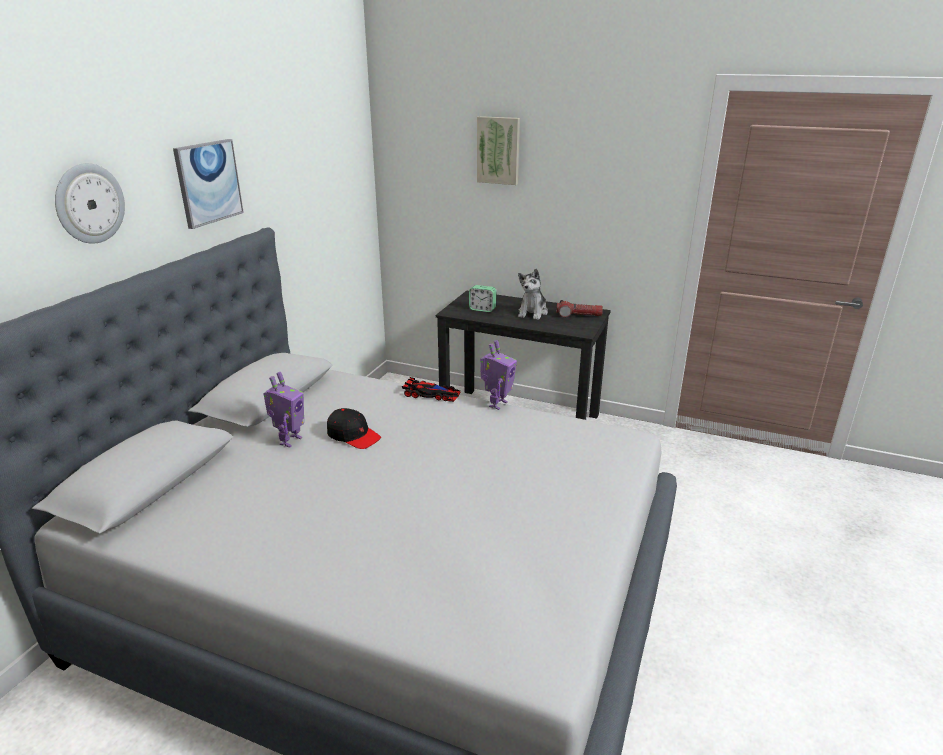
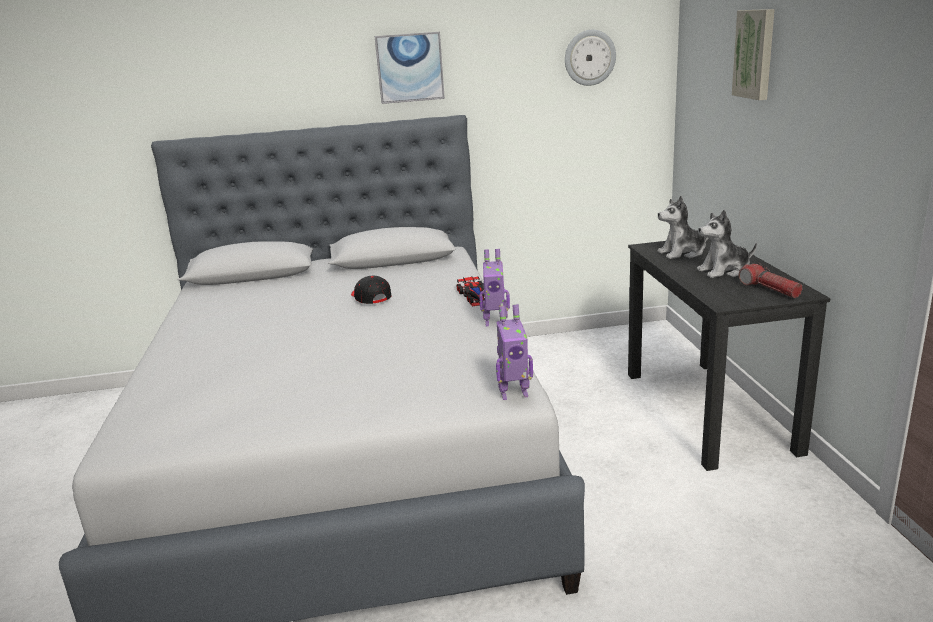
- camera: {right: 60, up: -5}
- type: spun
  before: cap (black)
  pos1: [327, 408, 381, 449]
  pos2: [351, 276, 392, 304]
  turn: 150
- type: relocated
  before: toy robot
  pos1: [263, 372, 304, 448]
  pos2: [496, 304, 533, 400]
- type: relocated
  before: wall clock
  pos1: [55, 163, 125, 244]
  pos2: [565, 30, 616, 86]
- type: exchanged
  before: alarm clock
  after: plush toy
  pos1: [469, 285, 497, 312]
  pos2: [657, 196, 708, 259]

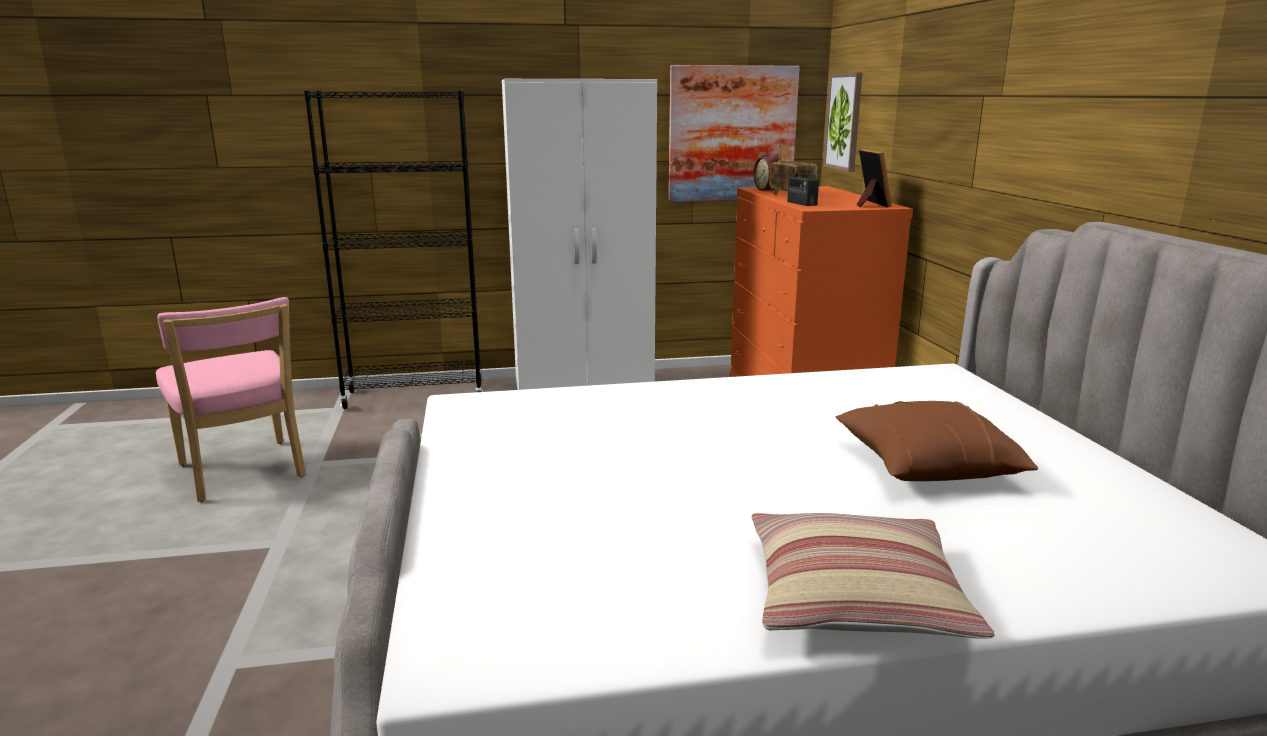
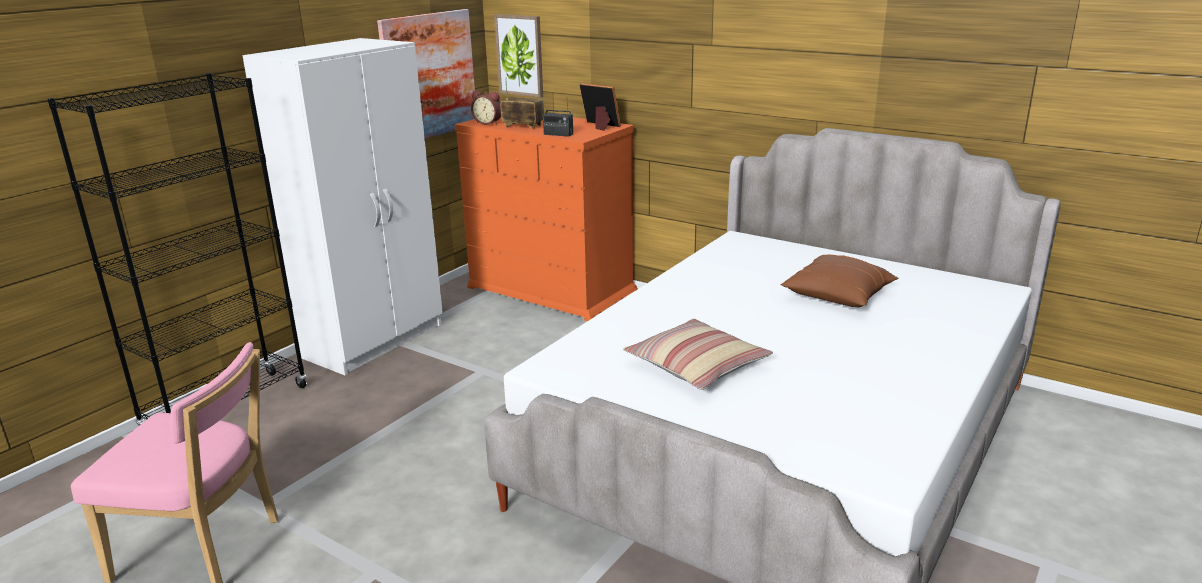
- camera: {right: -45, up: 5}
- type: relocated
  before: pillow
  pos1: [751, 513, 995, 639]
  pos2: [623, 319, 773, 390]

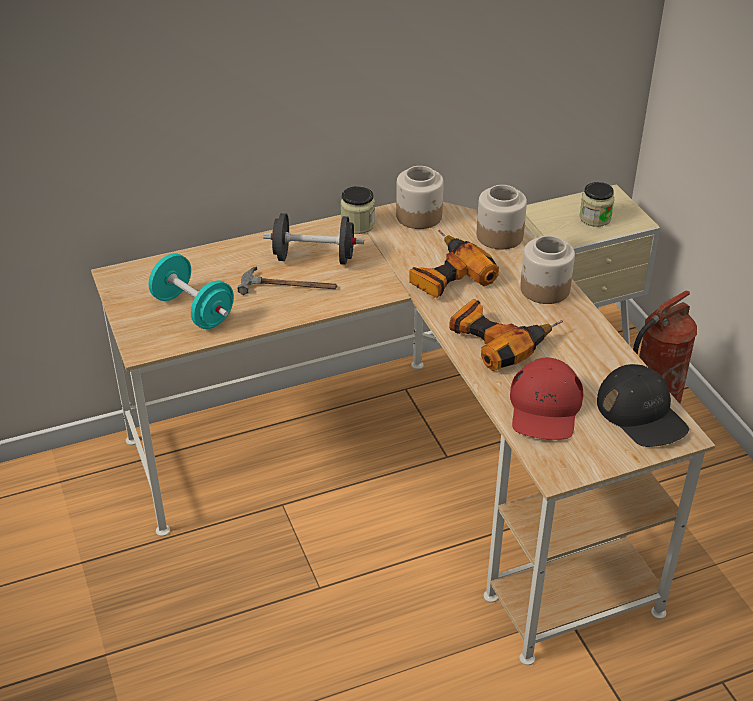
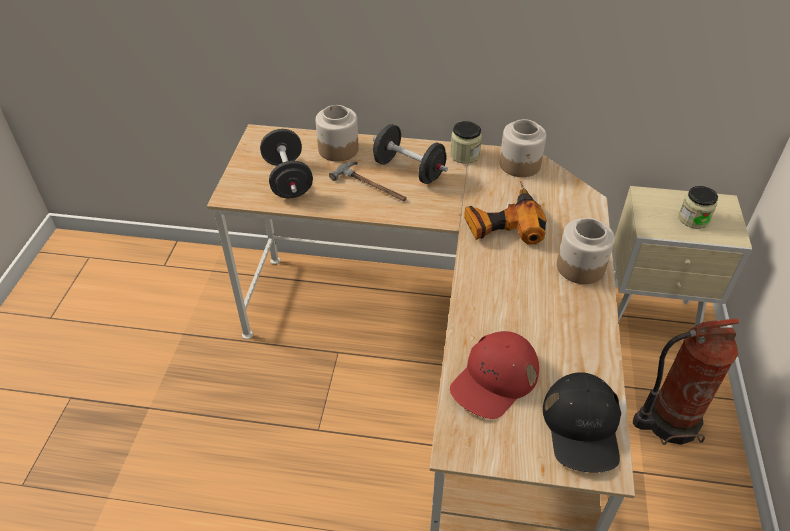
- camera: {right: 30, up: 5}
- type: colour
  before: dumbbell (turquoise)
  after: dumbbell (black)
  pos1: [149, 253, 234, 329]
  pos2: [260, 129, 313, 198]
- type: relocated
  before: jar
  pos1: [476, 185, 527, 250]
  pos2: [316, 105, 359, 162]
- type: missing
  before: power drill
  pos1: [449, 299, 563, 371]

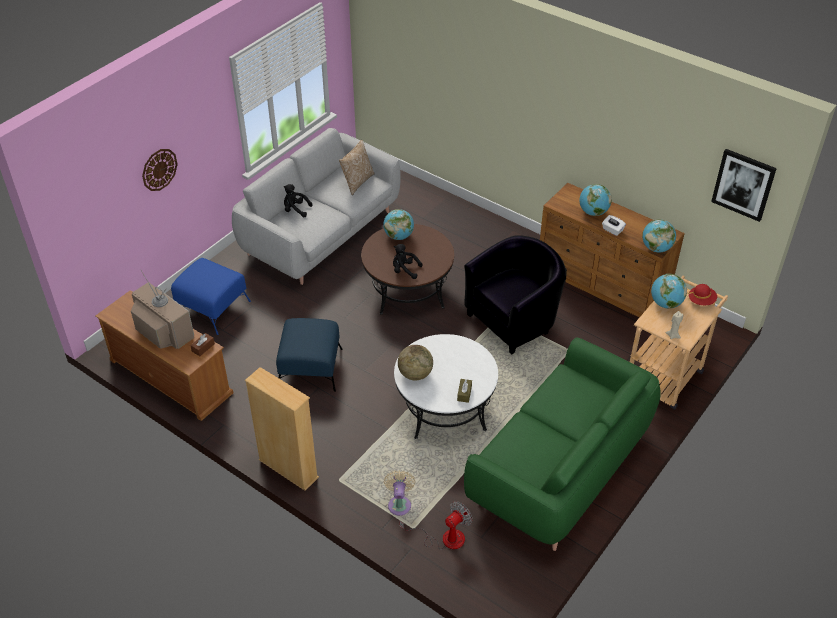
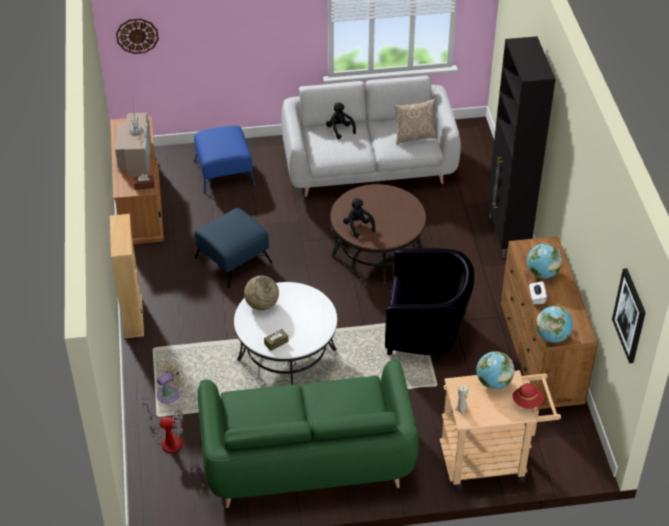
- camera: {right: 45, up: 0}
- type: relocated
  before: wall clock
  pos1: [142, 149, 178, 191]
  pos2: [116, 18, 159, 54]
- type: appeared
  after: cabinet (black)
  pos2: [487, 36, 556, 258]
- type: missing
  before: globe
  pos1: [383, 209, 414, 240]

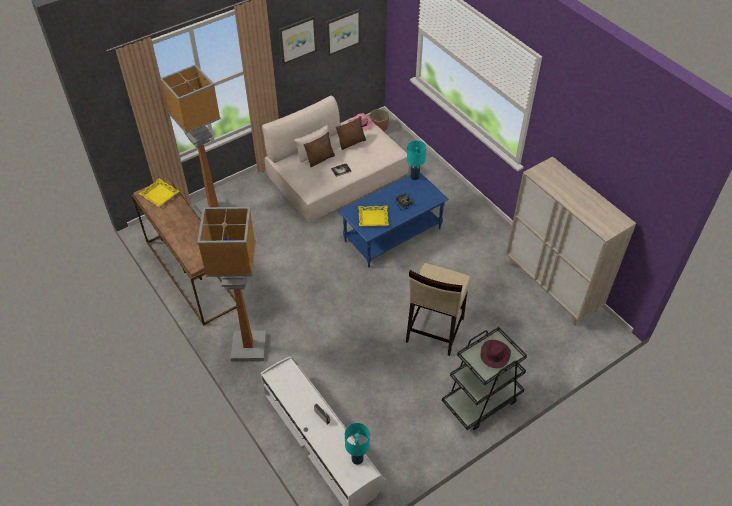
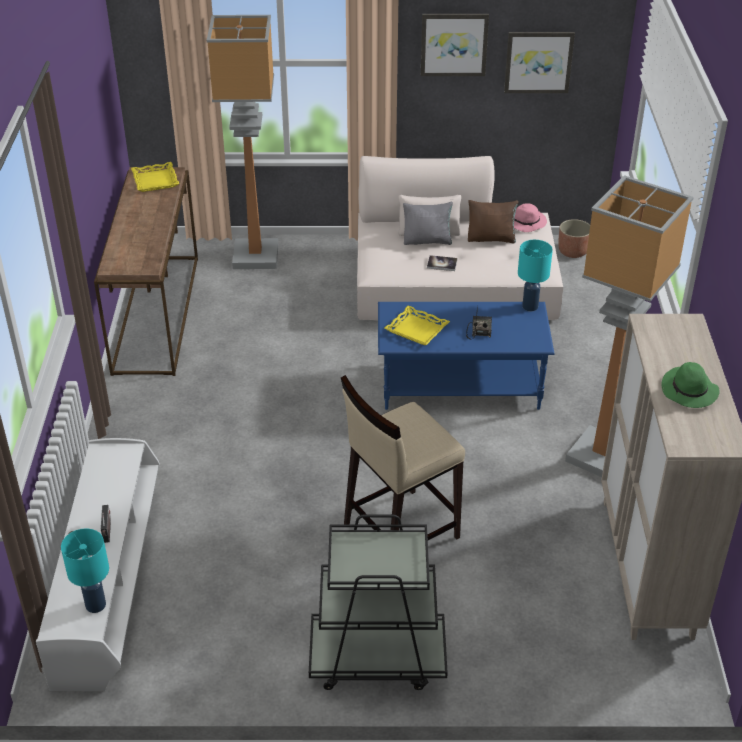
- camera: {right: 35, up: -10}
- type: colour
  before: pillow (brown)
  after: pillow (grey)
  pos1: [304, 132, 335, 167]
  pos2: [403, 202, 453, 245]
- type: relocated
  before: floor lamp
  pos1: [197, 207, 266, 362]
  pos2: [565, 175, 694, 477]
- type: appeared
  after: hat (green)
  pos2: [661, 362, 720, 408]
- type: missing
  before: hat (purple)
  pos1: [480, 340, 511, 368]

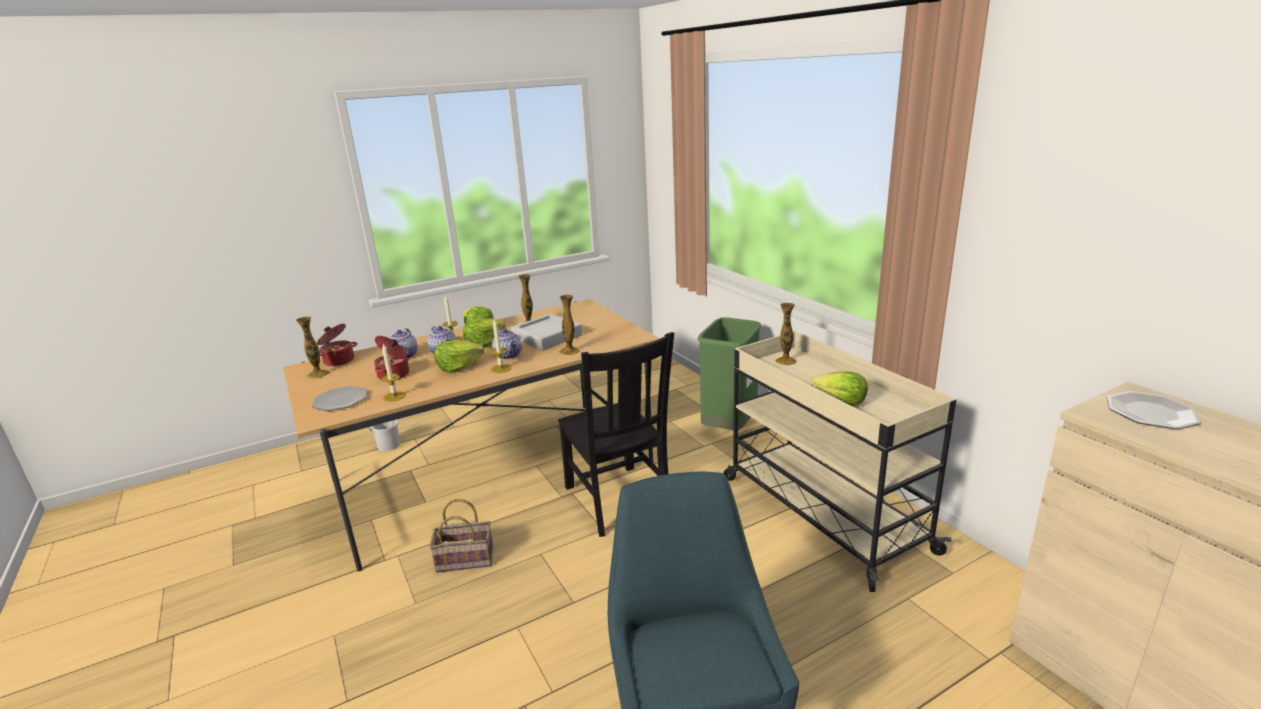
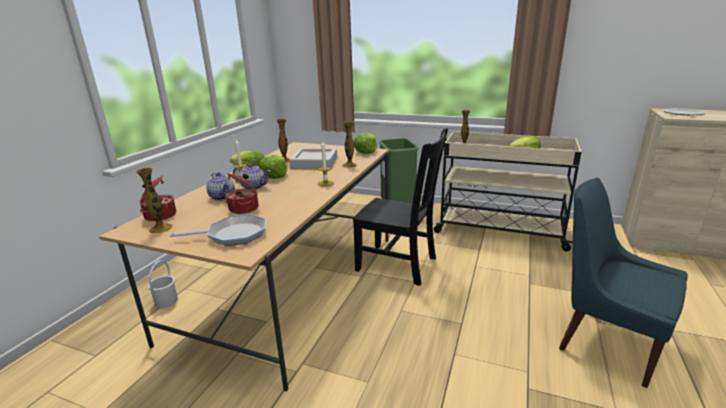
- camera: {right: -40, up: 0}
- type: exchanged
  before: plate
  after: frying pan
  pos1: [312, 386, 367, 411]
  pos2: [170, 214, 266, 246]
- type: relocated
  before: lettuce
  pos1: [434, 340, 484, 373]
  pos2: [354, 133, 377, 154]
- type: missing
  before: candle
  pos1: [381, 344, 406, 402]
- type: missing
  before: basket
  pos1: [429, 499, 493, 572]
- type: missing
  before: teapot
  pos1: [492, 329, 522, 360]

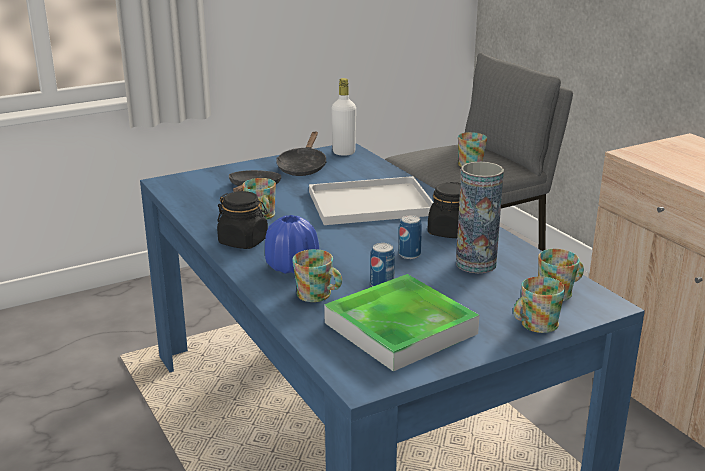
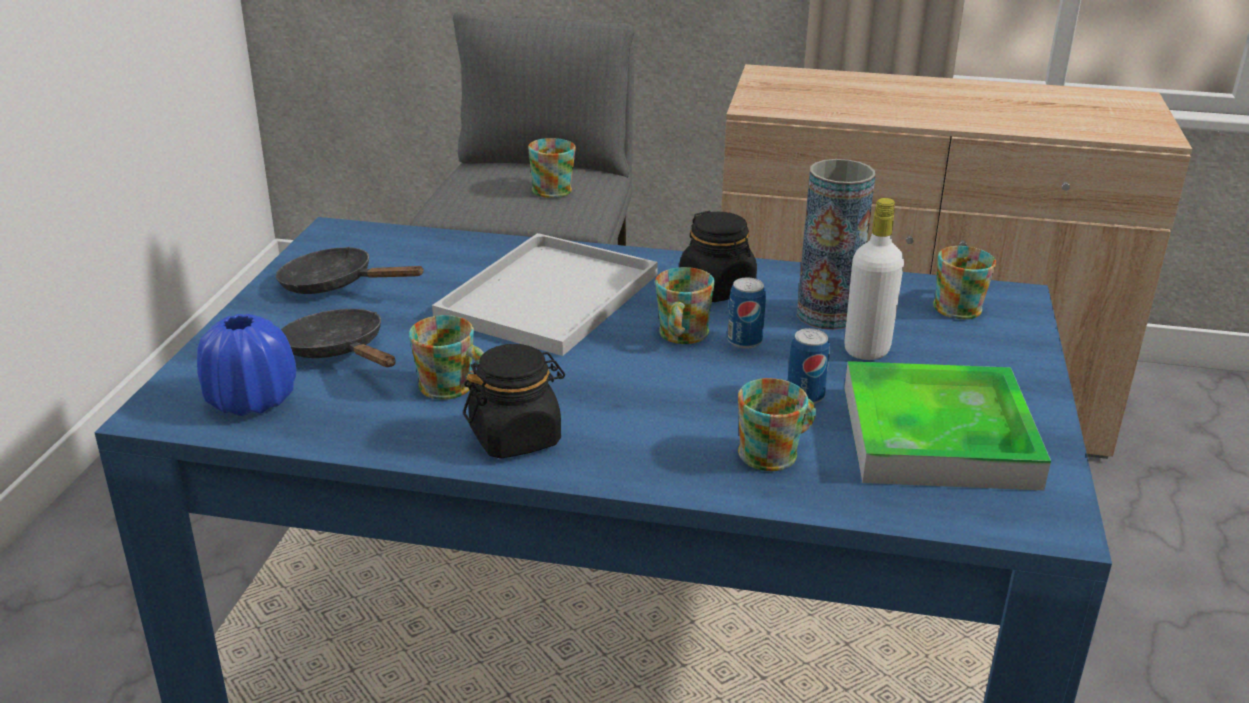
- camera: {right: -50, up: 5}
- type: relocated
  before: vase (blue)
  pos1: [265, 215, 319, 274]
  pos2: [197, 314, 296, 416]
- type: spun
  before: frying pan (black)
  pos1: [276, 131, 327, 176]
  pos2: [276, 247, 424, 294]
  turn: 150
- type: relocated
  before: mug
  pos1: [513, 277, 565, 333]
  pos2: [655, 267, 715, 344]
- type: relocated
  before: bottle (white)
  pos1: [331, 78, 356, 155]
  pos2: [845, 198, 904, 360]

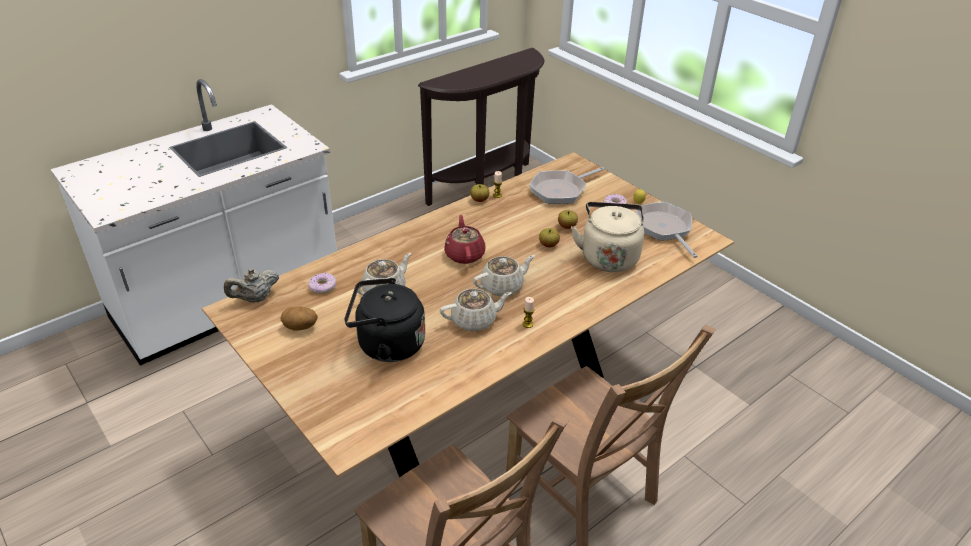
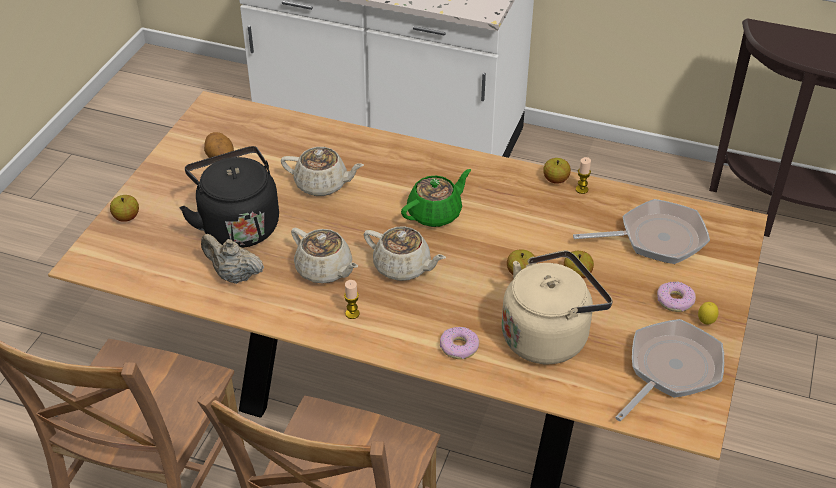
- camera: {right: 60, up: 5}
- type: appeared
  after: apple
  pos2: [110, 195, 139, 222]
- type: relocated
  before: teapot (beige)
  pos1: [224, 268, 279, 302]
  pos2: [201, 234, 264, 284]
- type: colour
  before: teapot (red)
  after: teapot (green)
  pos1: [444, 215, 486, 264]
  pos2: [401, 169, 471, 227]
- type: relocated
  before: donut
  pos1: [308, 273, 336, 294]
  pos2: [440, 327, 479, 359]
- type: spun
  before: frying pan
  pos1: [529, 167, 604, 204]
  pos2: [573, 199, 710, 264]
  turn: 150

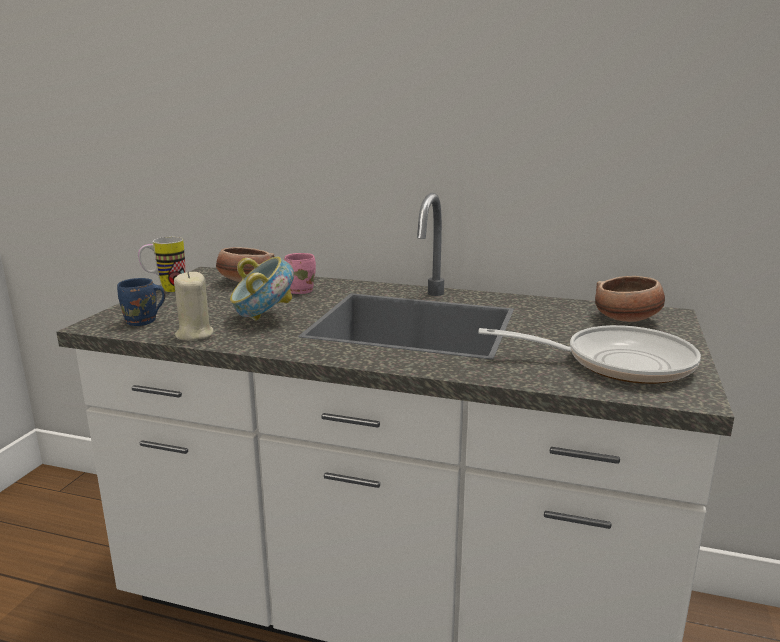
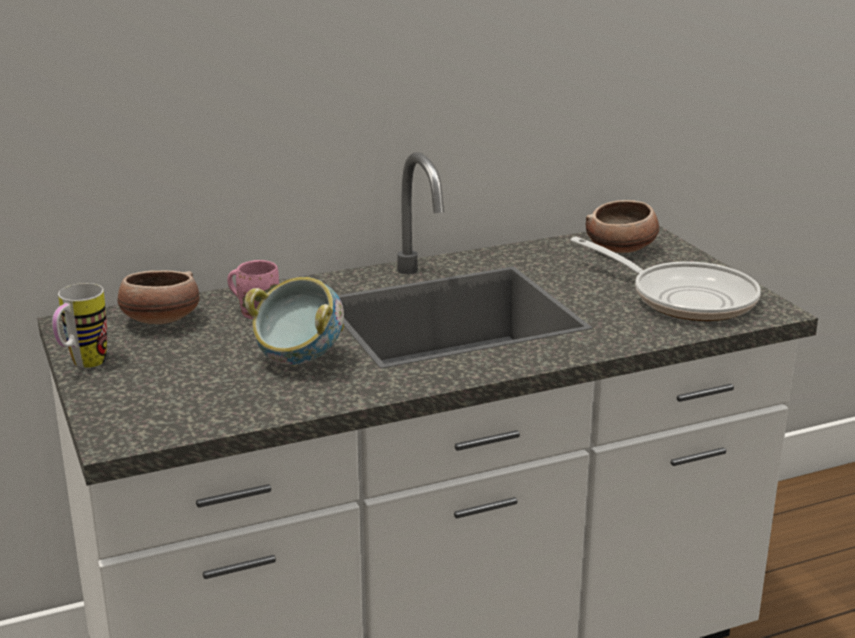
- camera: {right: -40, up: 5}
- type: spun
  before: frying pan
  pos1: [479, 325, 701, 384]
  pos2: [571, 236, 761, 321]
  turn: 75
- type: missing
  before: mug (blue)
  pos1: [117, 278, 166, 326]
- type: missing
  before: candle (beige)
  pos1: [174, 271, 214, 341]

